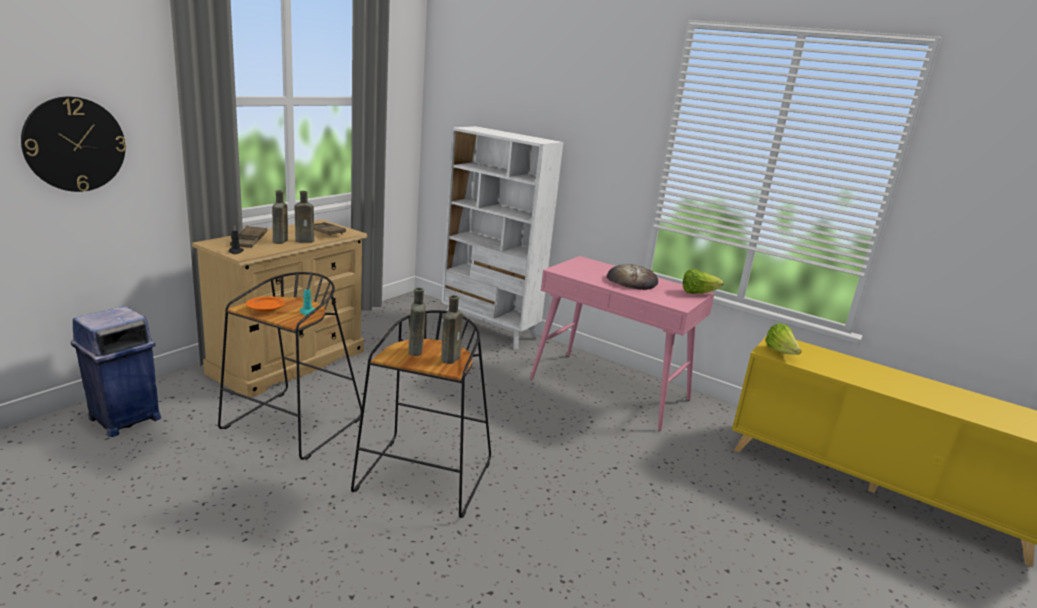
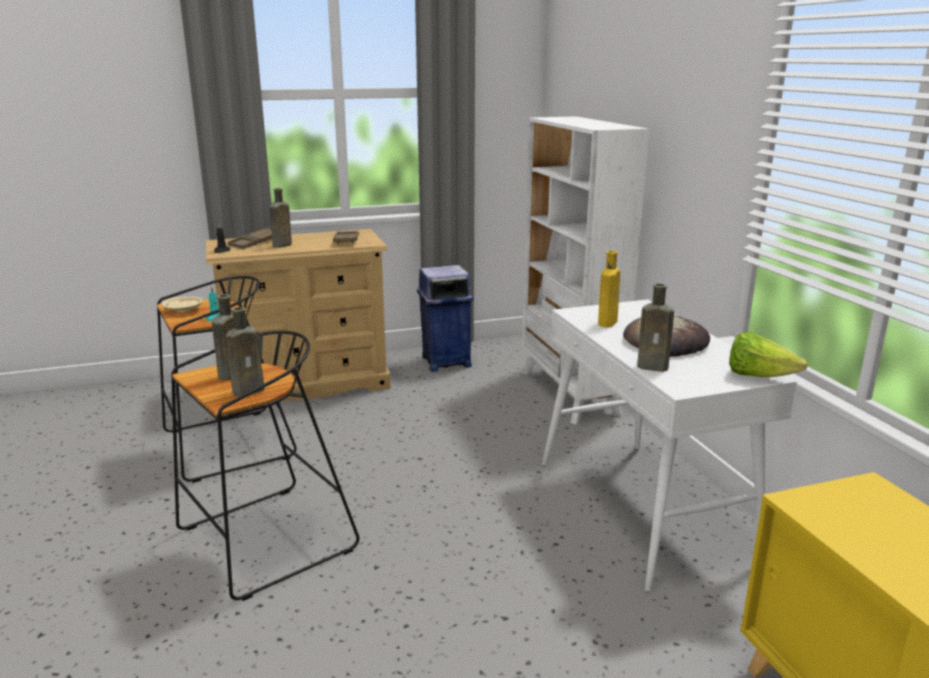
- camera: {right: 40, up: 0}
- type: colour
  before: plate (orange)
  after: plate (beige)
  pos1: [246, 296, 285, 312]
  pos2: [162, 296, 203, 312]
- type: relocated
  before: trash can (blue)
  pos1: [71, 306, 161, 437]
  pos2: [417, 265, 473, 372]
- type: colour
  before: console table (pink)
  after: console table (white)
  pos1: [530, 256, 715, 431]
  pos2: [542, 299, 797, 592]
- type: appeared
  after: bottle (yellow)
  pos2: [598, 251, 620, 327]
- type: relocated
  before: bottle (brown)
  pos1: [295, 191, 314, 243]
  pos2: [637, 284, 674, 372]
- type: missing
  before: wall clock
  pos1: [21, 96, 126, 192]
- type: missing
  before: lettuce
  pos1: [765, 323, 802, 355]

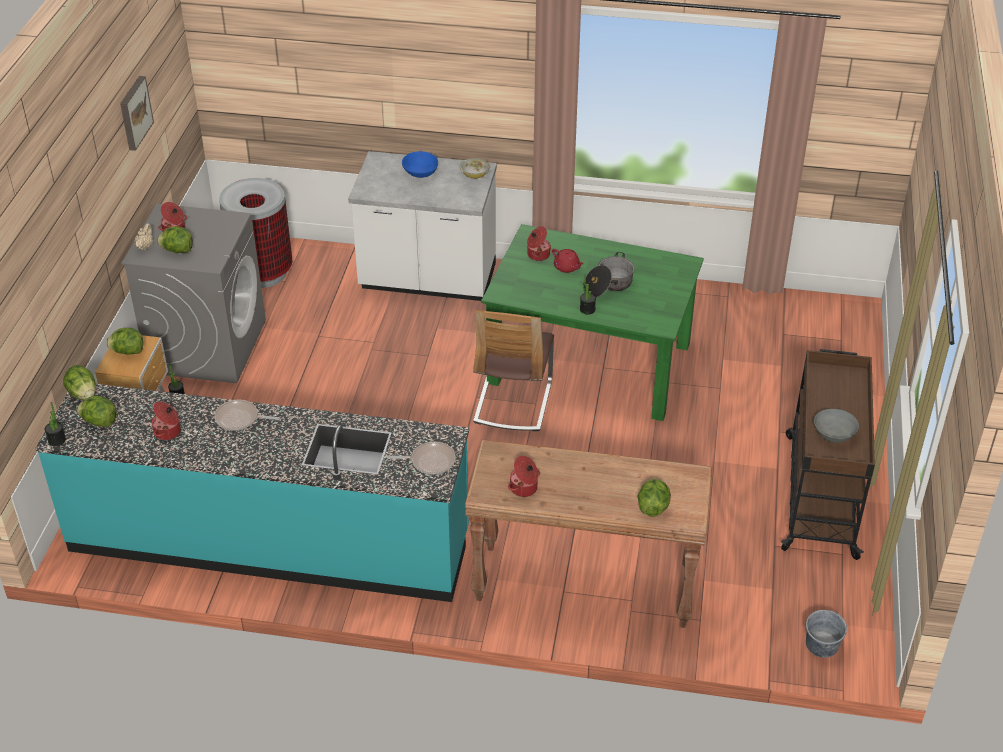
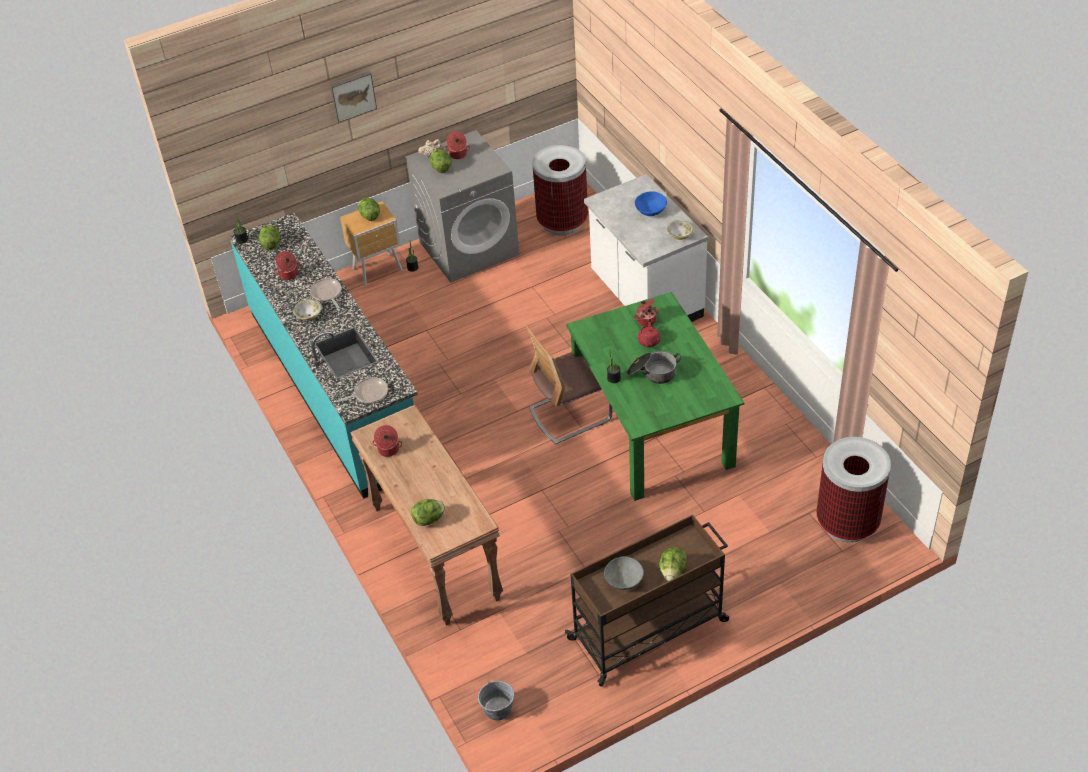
- camera: {right: 55, up: 5}
- type: appeared
  after: bowl
  pos2: [294, 299, 322, 321]
- type: relocated
  before: picture
  pos1: [120, 76, 154, 151]
  pos2: [330, 71, 377, 123]
- type: spun
  before: frying pan
  pos1: [387, 442, 456, 475]
  pos2: [337, 377, 388, 403]
  turn: -75
- type: relocated
  before: lettuce
  pos1: [63, 365, 95, 400]
  pos2: [659, 547, 687, 581]
- type: appeared
  after: trash can
  pos2: [817, 437, 891, 543]

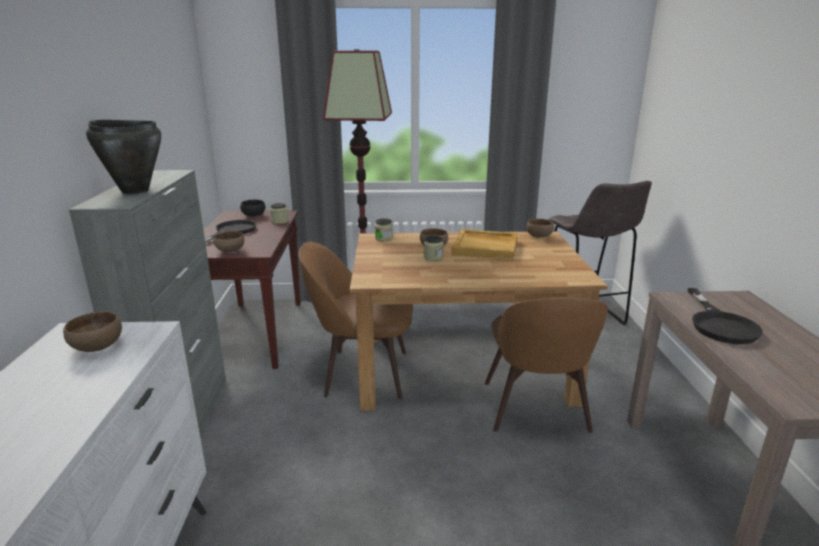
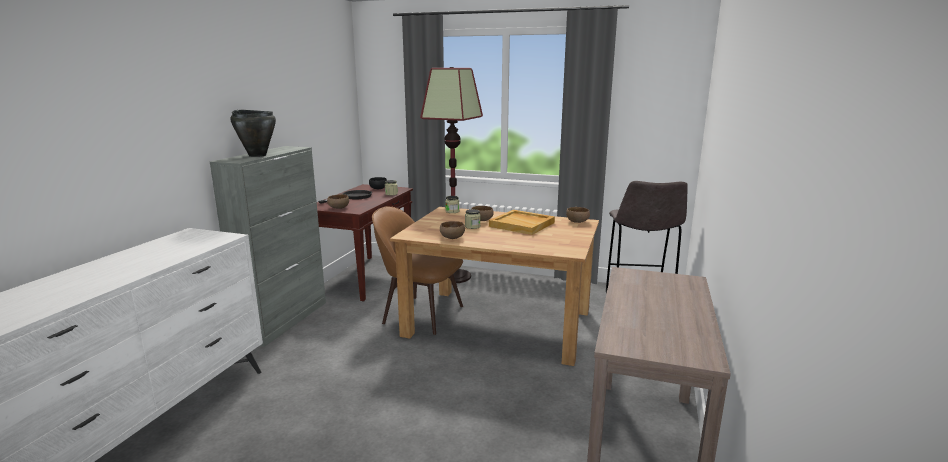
- camera: {right: 20, up: -5}
- type: relocated
  before: bowl (brown)
  pos1: [63, 312, 122, 352]
  pos2: [440, 221, 465, 239]
- type: missing
  before: chair (brown)
  pos1: [485, 298, 608, 433]
- type: missing
  before: frying pan (black)
  pos1: [688, 288, 763, 344]

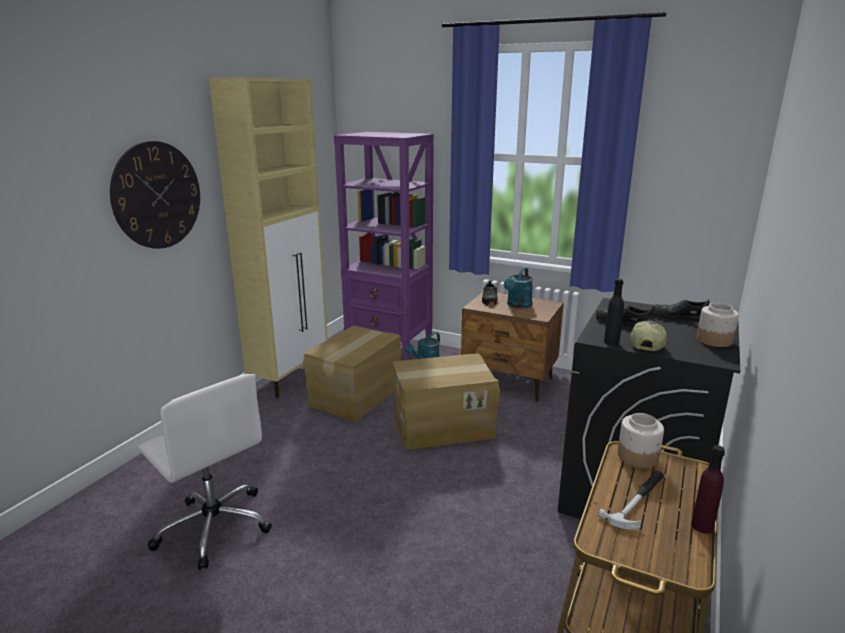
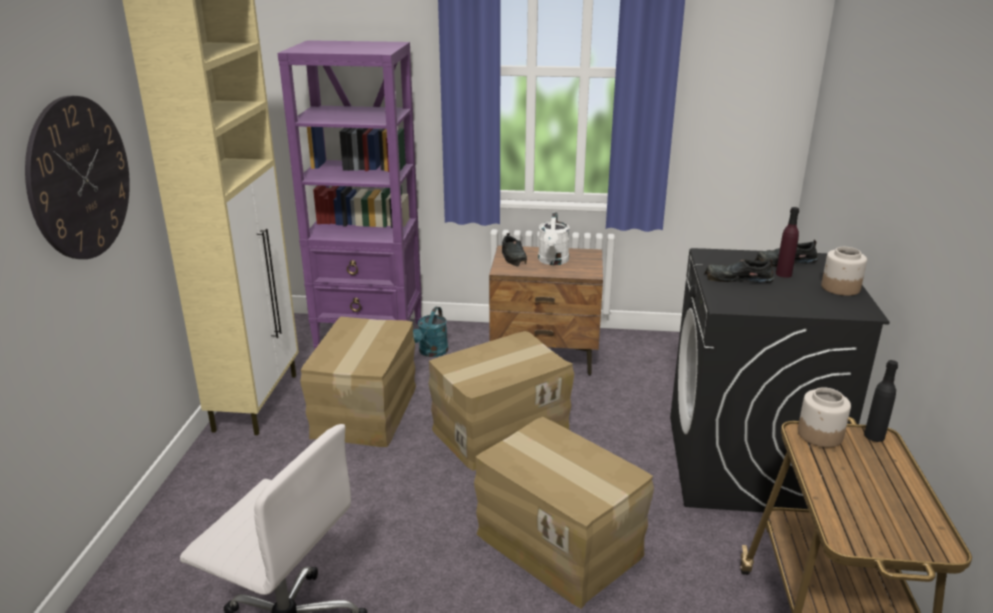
- camera: {right: -20, up: 5}
- type: appeared
  after: cardboard box
  pos2: [474, 417, 654, 609]
- type: colour
  before: watering can (turquoise)
  after: watering can (white)
  pos1: [504, 268, 533, 308]
  pos2: [538, 212, 570, 265]
- type: relocated
  before: bottle (purple)
  pos1: [691, 445, 725, 534]
  pos2: [776, 207, 799, 278]
- type: relocated
  before: bottle (black)
  pos1: [604, 279, 624, 346]
  pos2: [864, 360, 898, 442]
- type: missing
  before: hammer
  pos1: [598, 471, 664, 530]
- type: missing
  before: cap
  pos1: [630, 320, 667, 351]

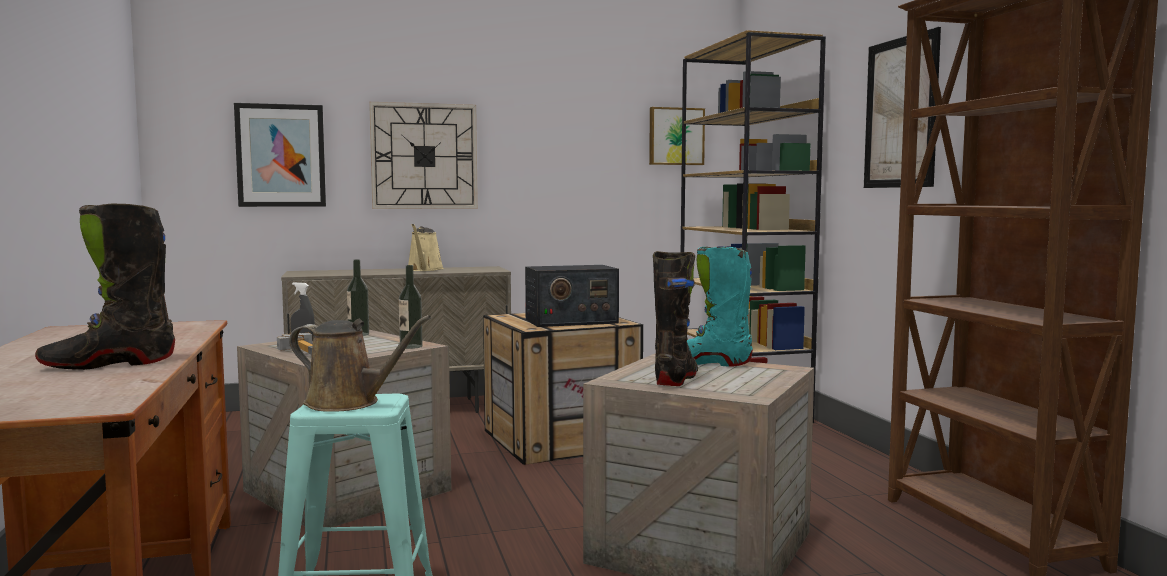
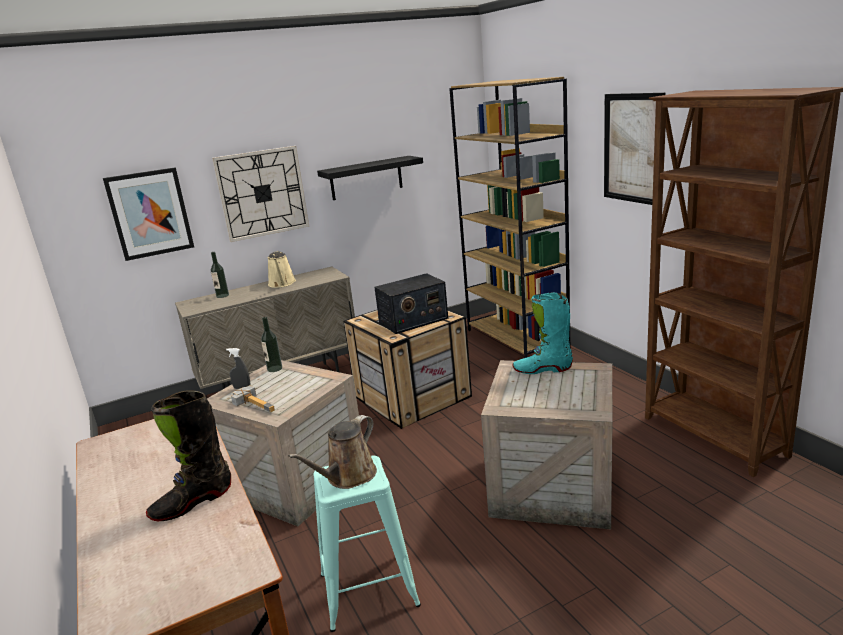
- camera: {right: -10, up: 15}
- type: relocated
  before: bottle
  pos1: [399, 265, 423, 349]
  pos2: [211, 252, 229, 298]
- type: spun
  before: watering can (brown)
  pos1: [289, 315, 431, 412]
  pos2: [288, 415, 377, 489]
  turn: 120
- type: appeared
  after: shelf (black)
  pos2: [317, 156, 423, 200]
- type: missing
  before: picture
  pos1: [649, 107, 705, 165]
- type: missing
  before: boot (black)
  pos1: [653, 251, 698, 386]

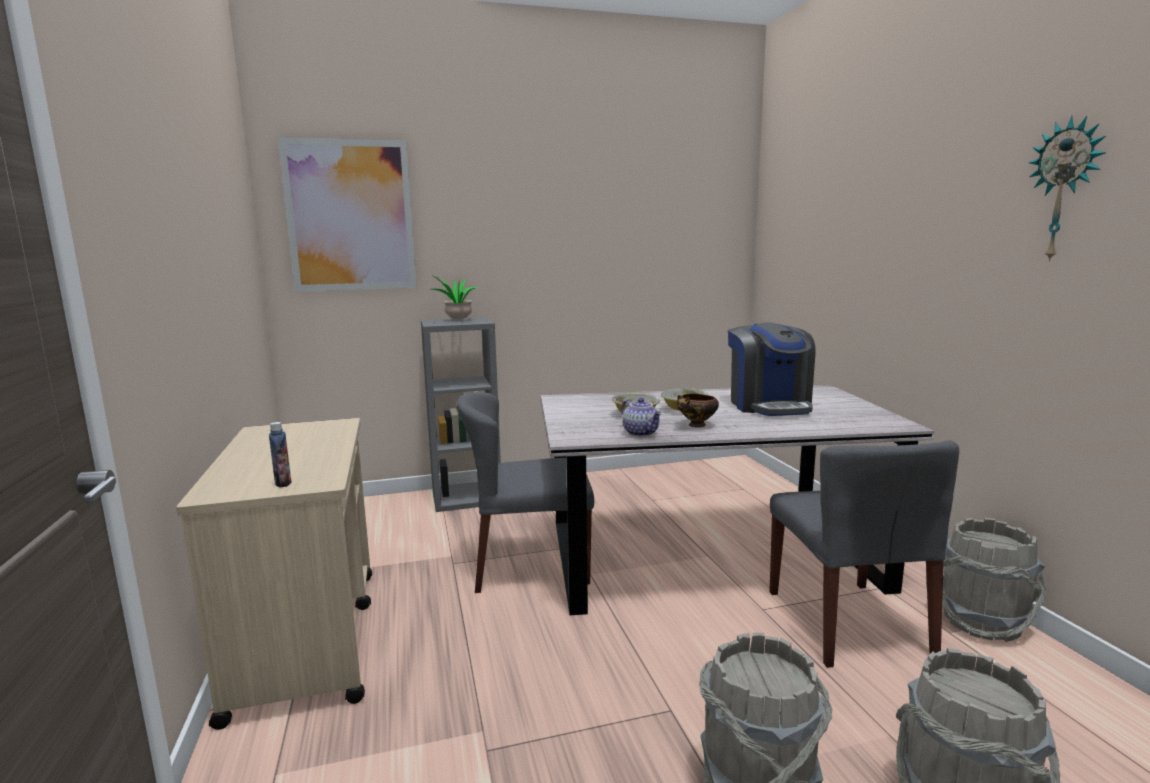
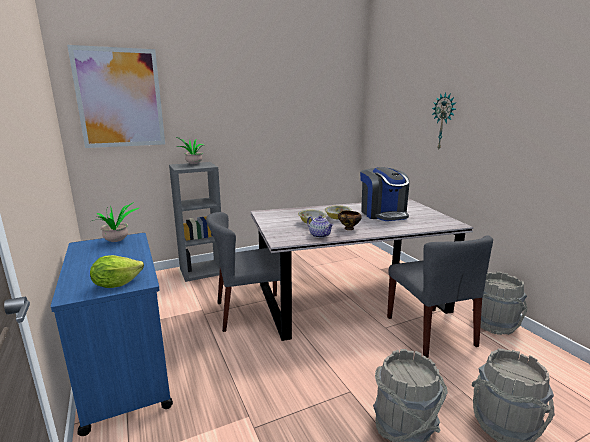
- camera: {right: -10, up: 5}
- type: colour
  before: cart (beige)
  after: cart (blue)
  pos1: [176, 418, 372, 730]
  pos2: [51, 233, 173, 436]
- type: exchanged
  before: bottle
  after: lettuce
  pos1: [269, 422, 292, 488]
  pos2: [90, 255, 144, 288]
- type: appeared
  after: potted plant
  pos2: [92, 202, 139, 242]
- type: relocated
  before: wall clock
  pos1: [1029, 116, 1106, 262]
  pos2: [432, 92, 456, 151]

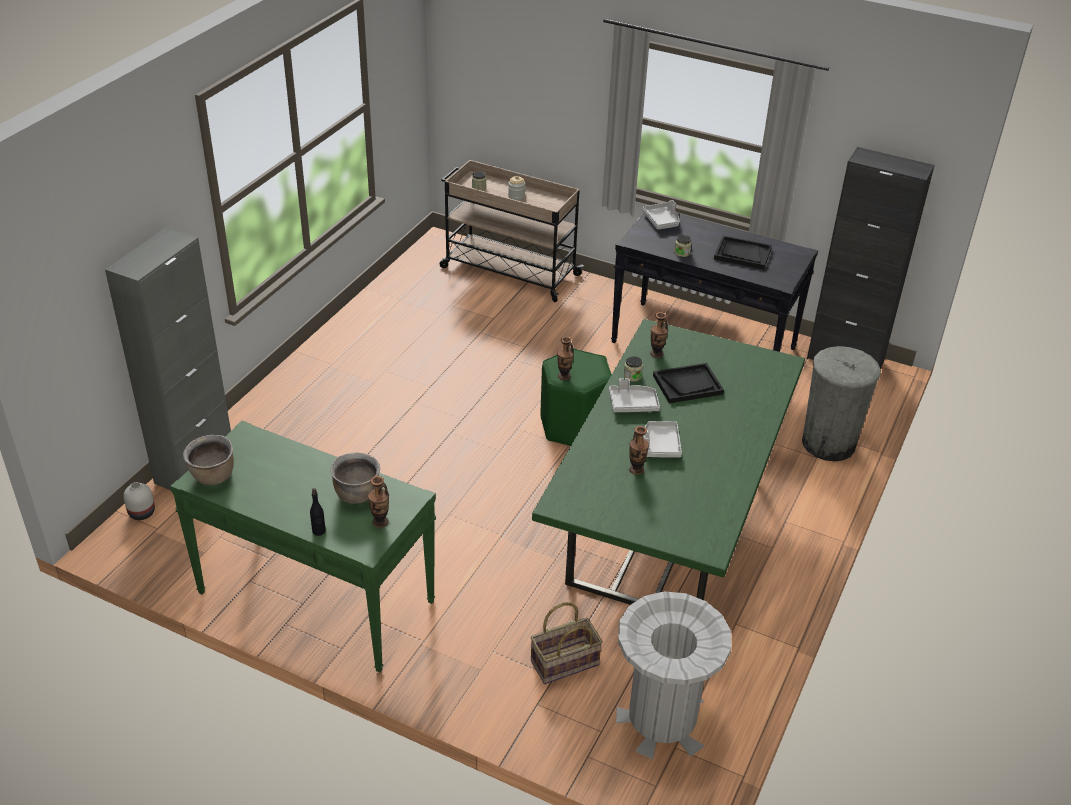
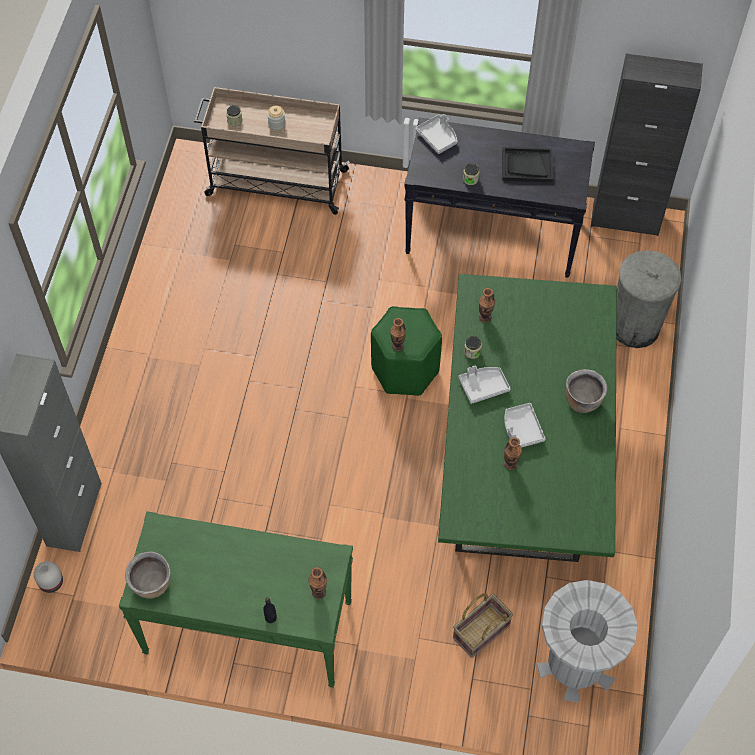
- camera: {right: -15, up: 20}
- type: relocated
  before: cooking pot (brown)
  pos1: [330, 453, 380, 504]
  pos2: [566, 369, 607, 413]
- type: missing
  before: tray (black)
  pos1: [653, 363, 724, 403]

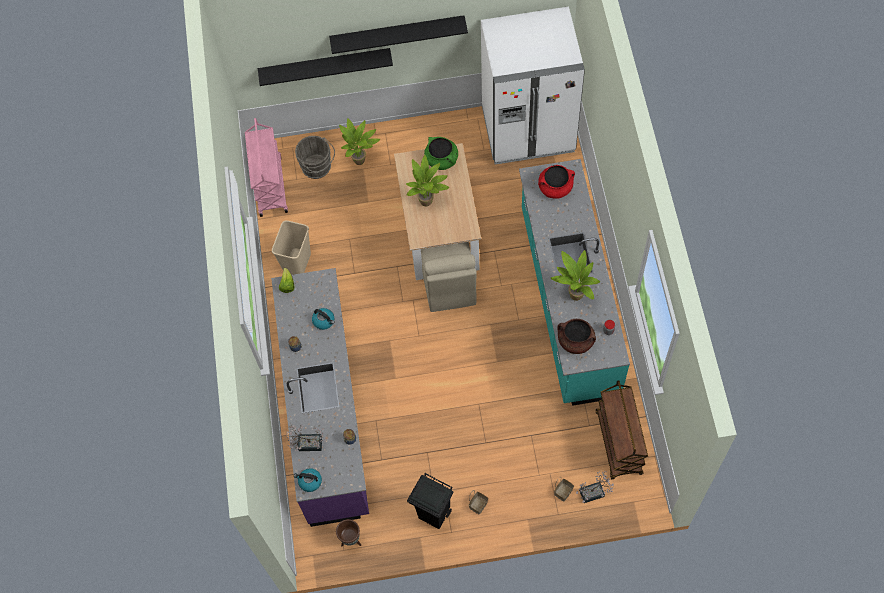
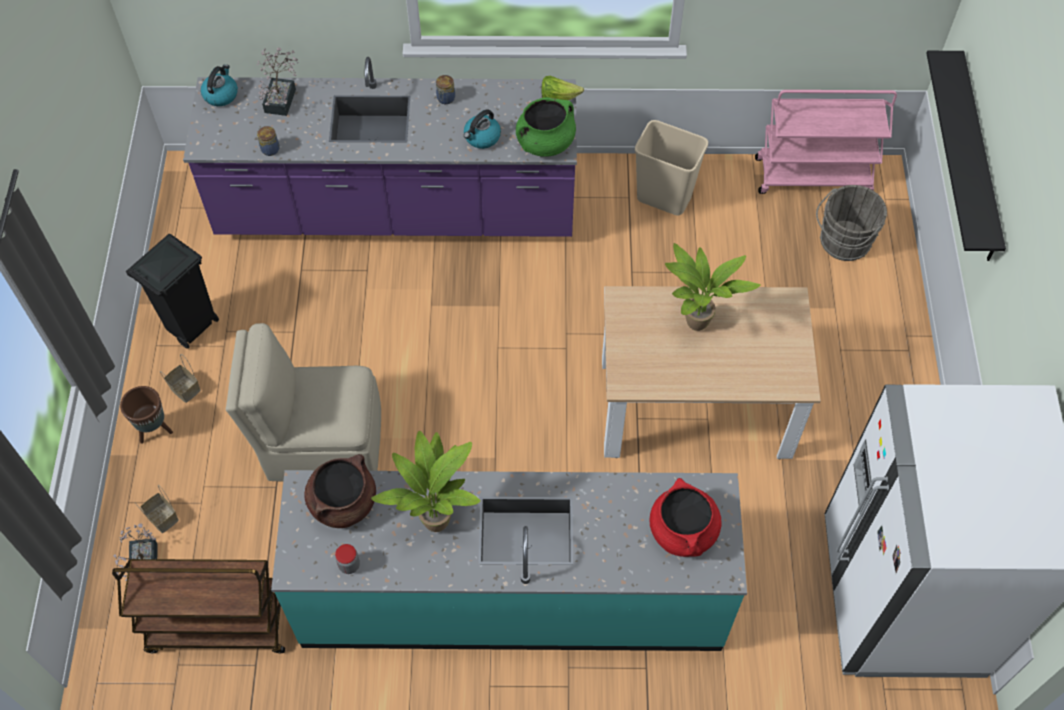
- camera: {right: 95, up: -5}
- type: relocated
  before: planter (brown)
  pos1: [336, 519, 361, 546]
  pos2: [120, 386, 173, 444]
- type: relocated
  before: chair (beige)
  pos1: [421, 242, 477, 312]
  pos2: [226, 323, 381, 481]
- type: relocated
  before: cooking pot (green)
  pos1: [424, 137, 458, 170]
  pos2: [516, 97, 576, 157]
- type: missing
  before: shelf (black)
  pos1: [329, 15, 468, 54]
- type: missing
  before: potted plant
  pos1: [339, 118, 380, 165]

